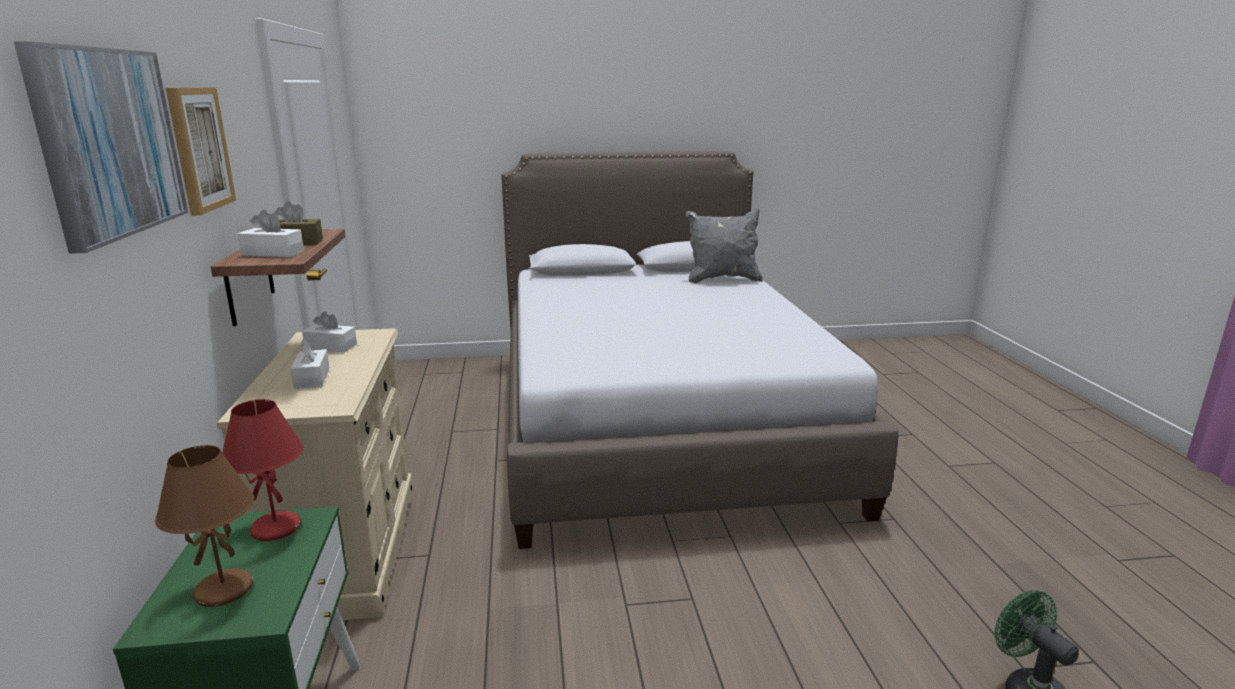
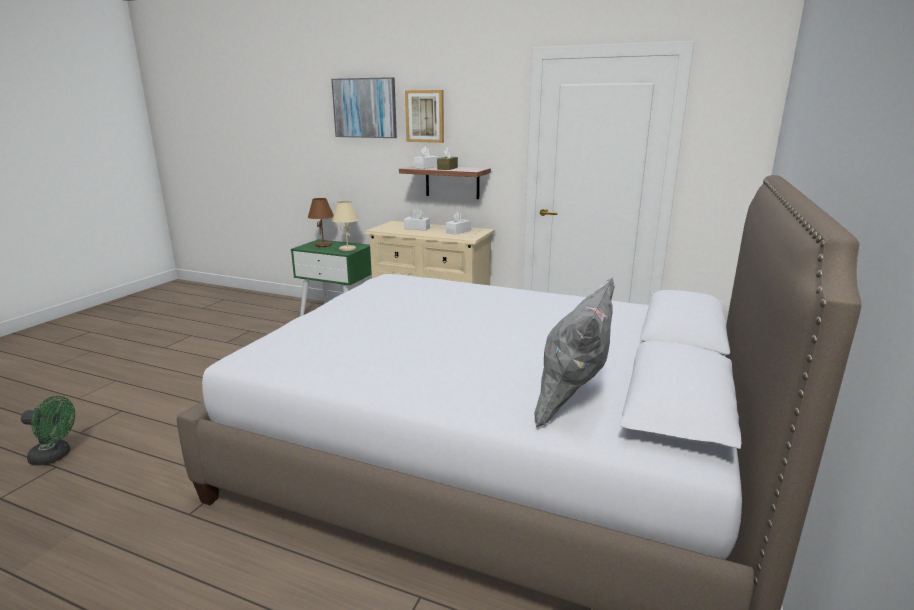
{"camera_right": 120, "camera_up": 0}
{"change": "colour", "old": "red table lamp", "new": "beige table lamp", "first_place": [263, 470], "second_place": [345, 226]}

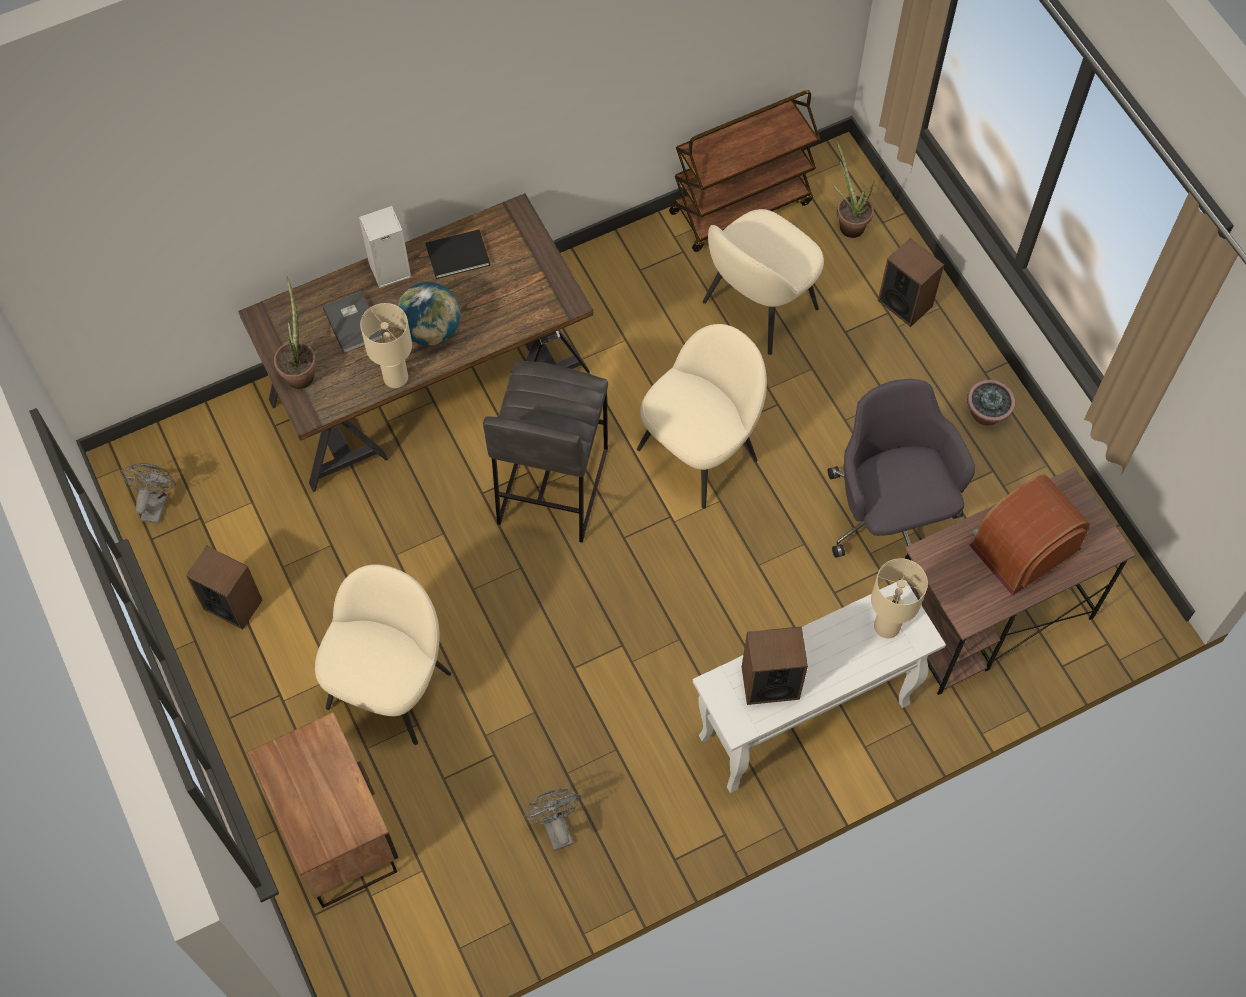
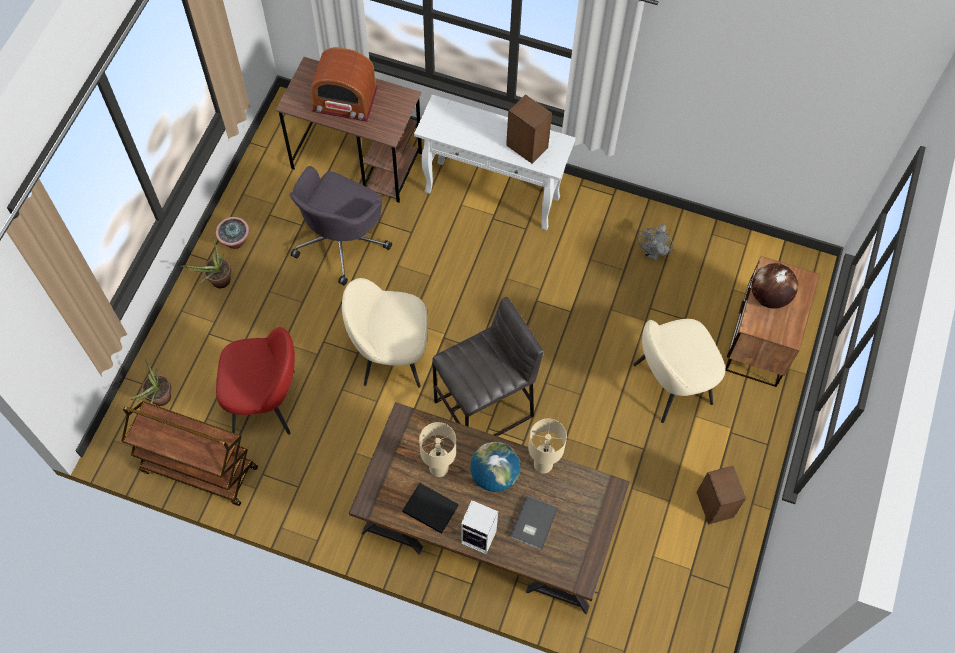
{"camera_right": -135, "camera_up": 0}
{"change": "missing", "old": "grey fan", "first_place": [148, 493]}
{"change": "missing", "old": "speaker", "first_place": [911, 282]}
{"change": "appeared", "new": "globe", "second_place": [775, 286]}
{"change": "relocated", "old": "potted plant", "first_place": [295, 332], "second_place": [206, 263]}
{"change": "relocated", "old": "beige table lamp", "first_place": [899, 598], "second_place": [437, 449]}
{"change": "colour", "old": "beige chair", "new": "red chair", "first_place": [763, 282], "second_place": [255, 381]}

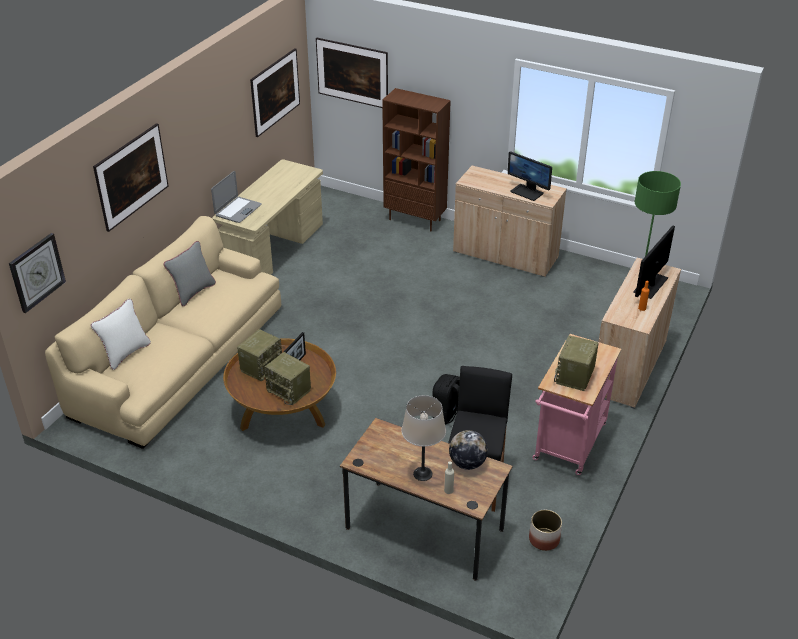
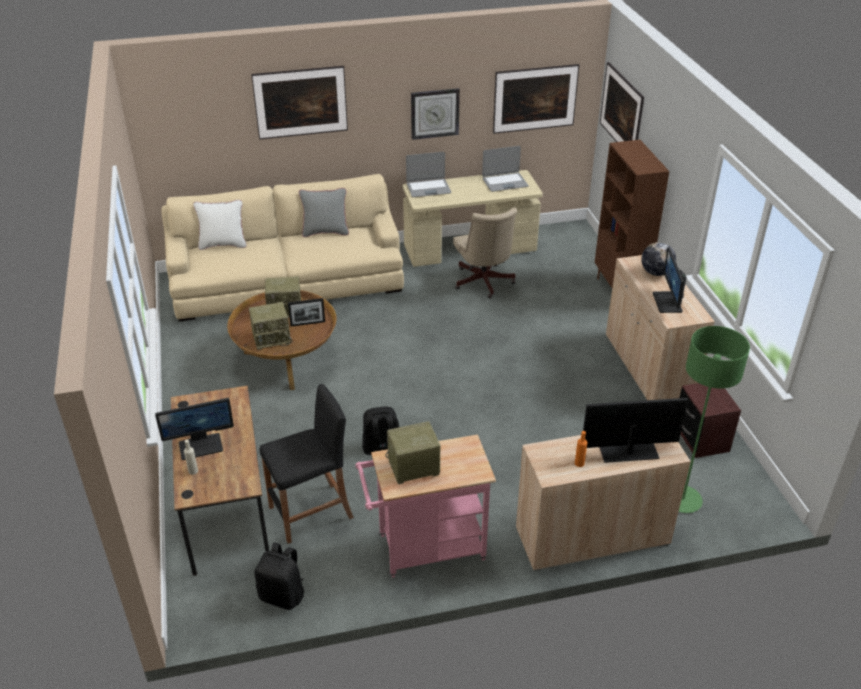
{"camera_right": 50, "camera_up": 0}
{"change": "appeared", "new": "beige office chair", "second_place": [485, 252]}
{"change": "appeared", "new": "laptop", "second_place": [505, 169]}
{"change": "appeared", "new": "brown nightstand", "second_place": [710, 420]}
{"change": "relocated", "old": "wall clock", "first_place": [37, 273], "second_place": [435, 114]}
{"change": "relocated", "old": "globe", "first_place": [468, 450], "second_place": [658, 259]}
{"change": "exchanged", "old": "beige table lamp", "new": "monitor", "first_place": [423, 438], "second_place": [194, 429]}
{"change": "exchanged", "old": "planter", "new": "black backpack", "first_place": [545, 530], "second_place": [279, 576]}
{"change": "spun", "old": "radio", "first_place": [287, 378], "second_place": [271, 326], "degrees": -105}

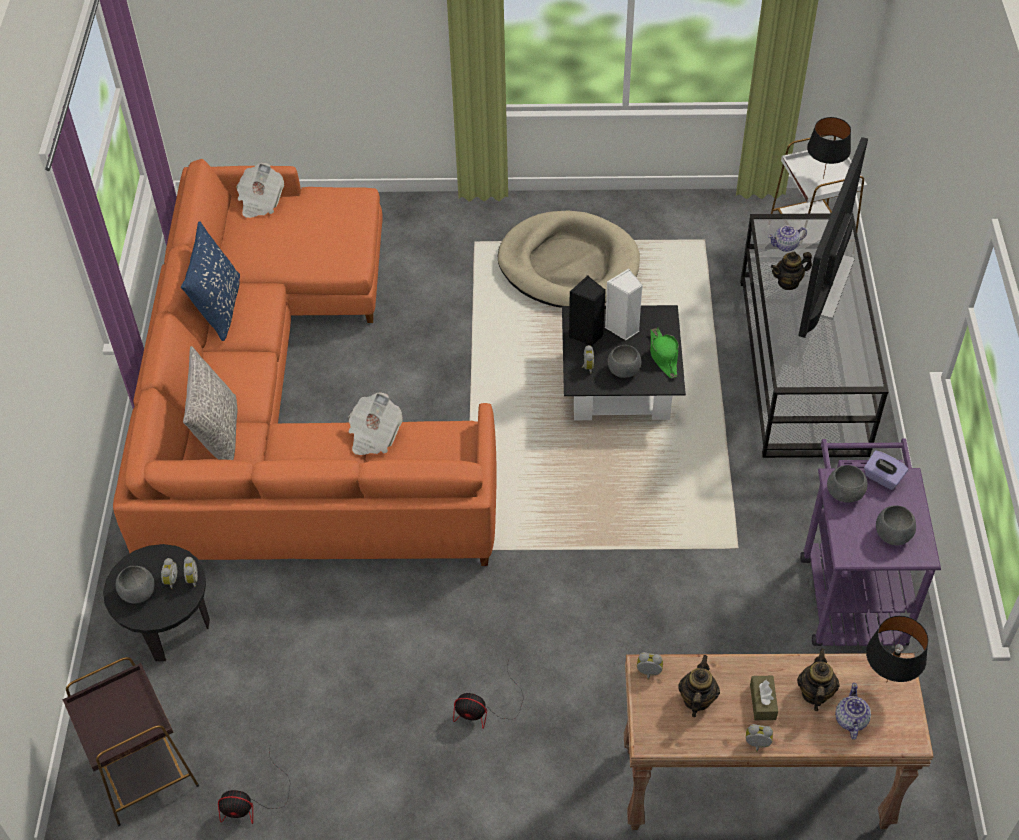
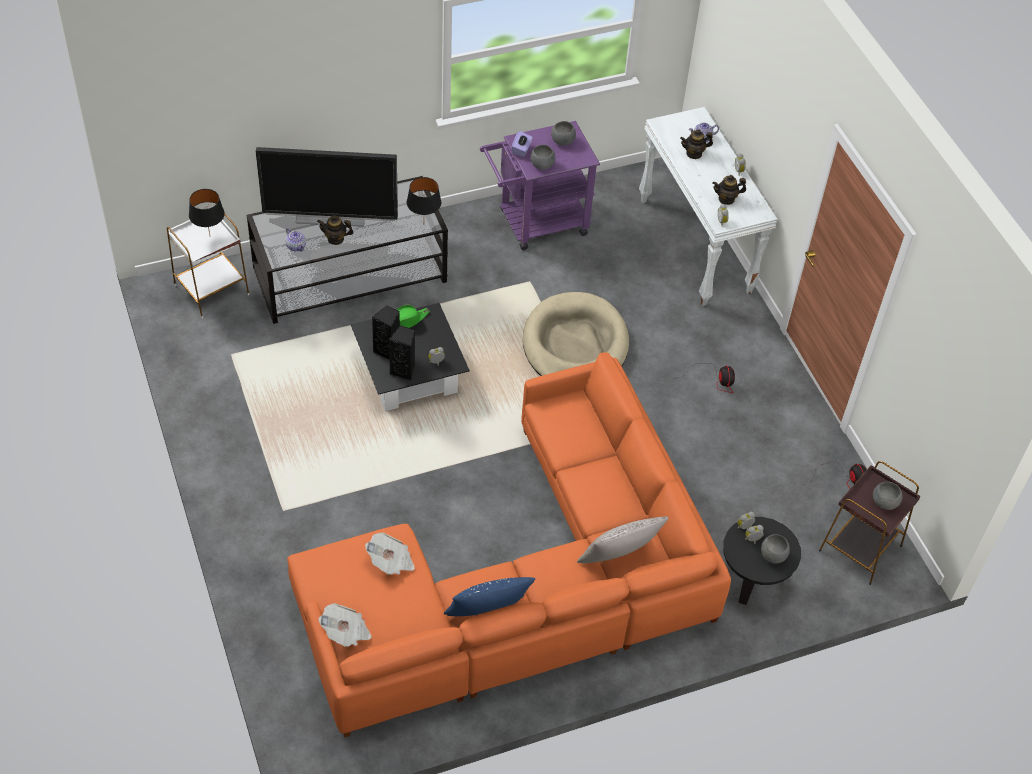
{"camera_right": -115, "camera_up": 0}
{"change": "missing", "old": "brown tissue box", "first_place": [764, 698]}
{"change": "relocated", "old": "newspaper", "first_place": [375, 423], "second_place": [390, 554]}
{"change": "relocated", "old": "beige dog bed", "first_place": [569, 259], "second_place": [576, 334]}
{"change": "relocated", "old": "grey bowl", "first_place": [624, 361], "second_place": [888, 495]}
{"change": "relocated", "old": "black table lamp", "first_place": [897, 649], "second_place": [424, 196]}
{"change": "colour", "old": "white speaker", "new": "black speaker", "first_place": [624, 304], "second_place": [386, 332]}
{"change": "colour", "old": "brown console table", "new": "white console table", "first_place": [779, 741], "second_place": [708, 206]}
{"change": "spun", "old": "teapot", "first_place": [791, 271], "second_place": [335, 230], "degrees": 135}

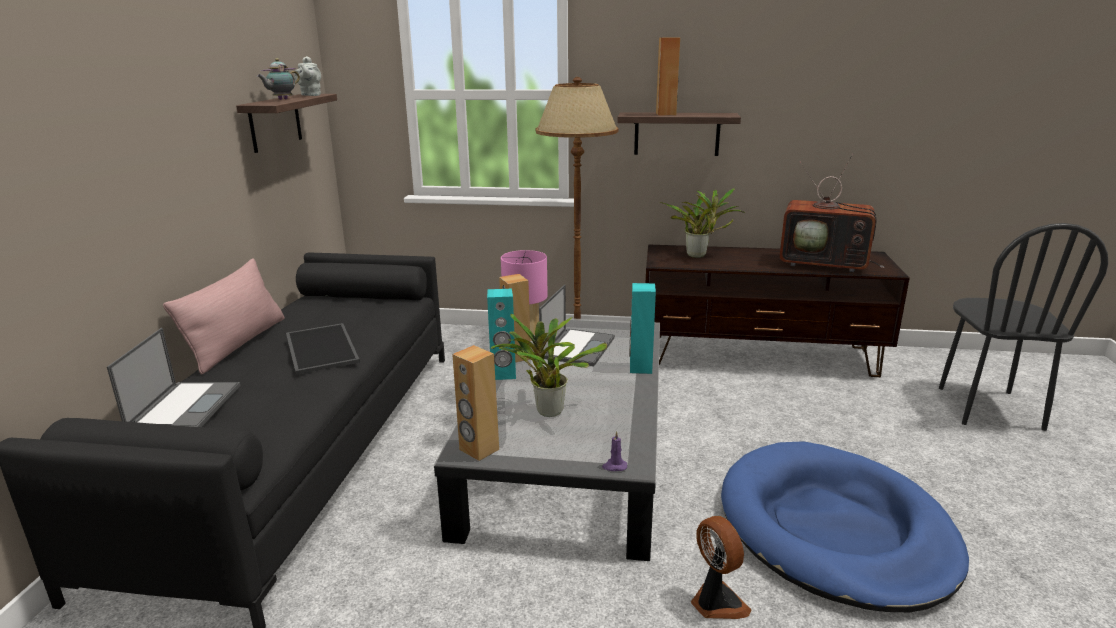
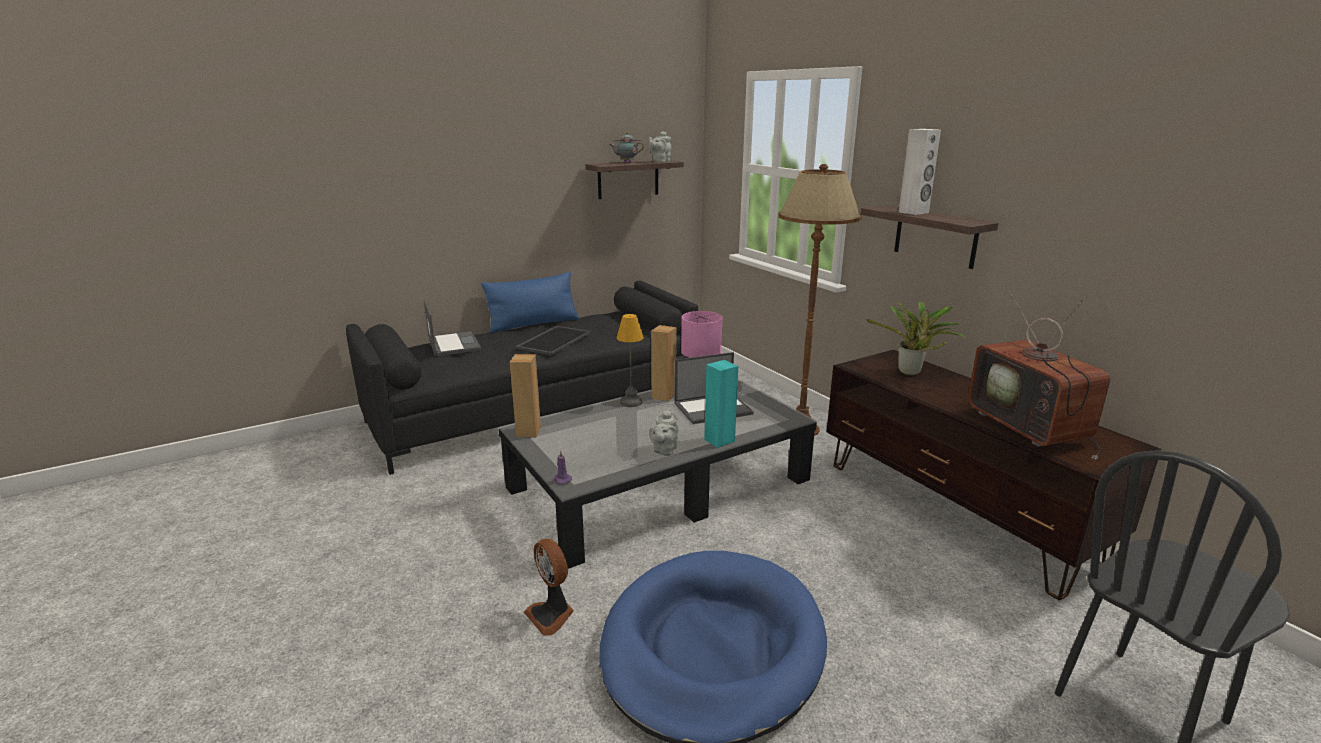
{"camera_right": 50, "camera_up": 0}
{"change": "missing", "old": "potted plant", "first_place": [548, 365]}
{"change": "appeared", "new": "grey teapot", "second_place": [663, 432]}
{"change": "exchanged", "old": "turquoise speaker", "new": "table lamp", "first_place": [501, 334], "second_place": [630, 360]}
{"change": "colour", "old": "pink pillow", "new": "blue pillow", "first_place": [224, 316], "second_place": [530, 302]}
{"change": "colour", "old": "brown speaker", "new": "white speaker", "first_place": [668, 76], "second_place": [920, 172]}
{"change": "spun", "old": "laptop", "first_place": [173, 377], "second_place": [452, 328], "degrees": -75}
{"change": "spun", "old": "fan", "first_place": [721, 567], "second_place": [549, 587], "degrees": 120}

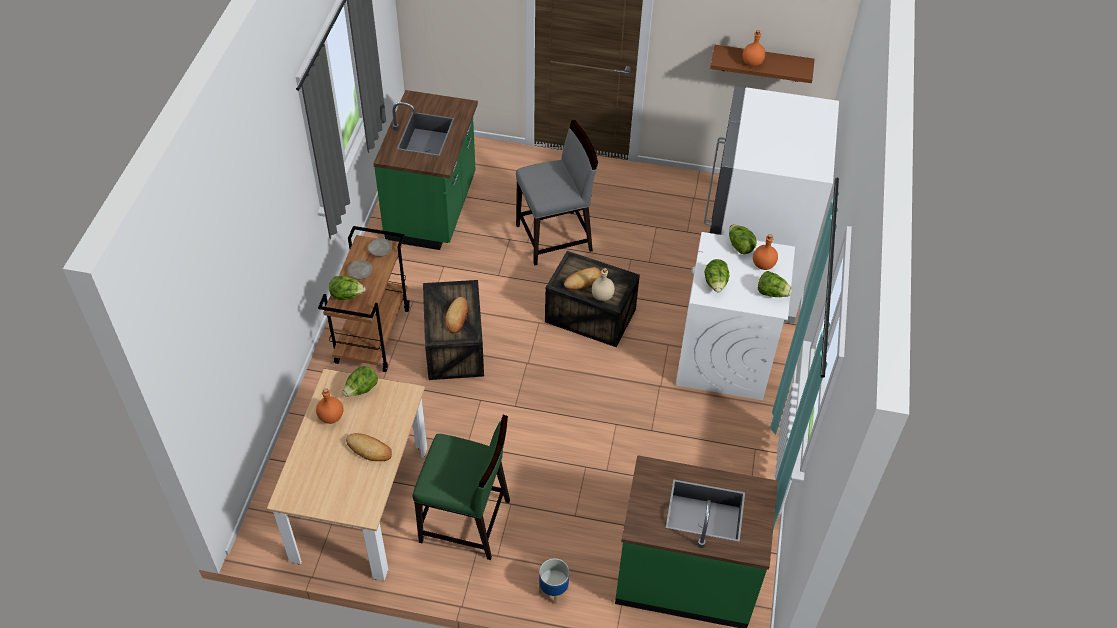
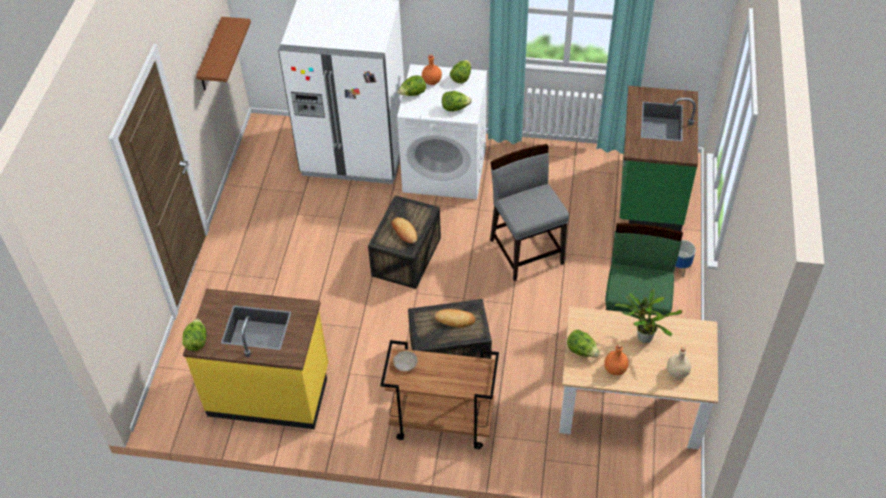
{"camera_right": -90, "camera_up": 0}
{"change": "missing", "old": "beige plate", "first_place": [359, 270]}
{"change": "missing", "old": "orange bottle", "first_place": [754, 48]}
{"change": "relocated", "old": "lettuce", "first_place": [347, 288], "second_place": [194, 335]}
{"change": "relocated", "old": "grey chair", "first_place": [557, 193], "second_place": [529, 212]}
{"change": "relocated", "old": "beige bottle", "first_place": [603, 284], "second_place": [679, 363]}
{"change": "exchanged", "old": "bread", "new": "potted plant", "first_place": [369, 447], "second_place": [648, 316]}
{"change": "colour", "old": "green counter", "new": "yellow counter", "first_place": [425, 170], "second_place": [255, 359]}

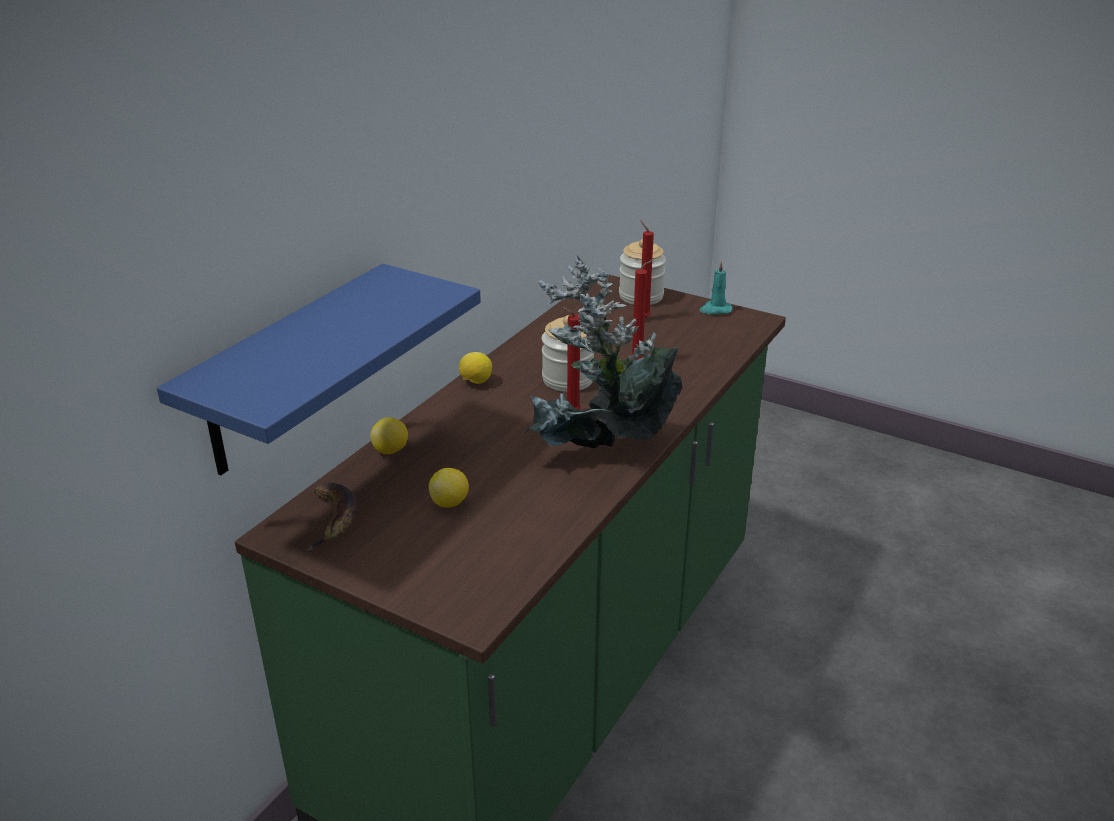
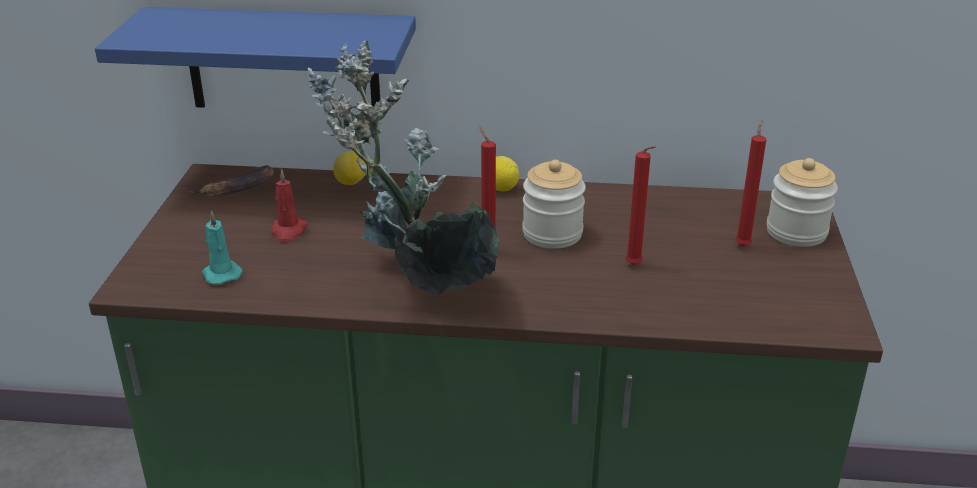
{"camera_right": 65, "camera_up": 0}
{"change": "relocated", "old": "turquoise candle", "first_place": [715, 287], "second_place": [222, 247]}
{"change": "exchanged", "old": "lemon", "new": "red candle", "first_place": [449, 488], "second_place": [289, 205]}

